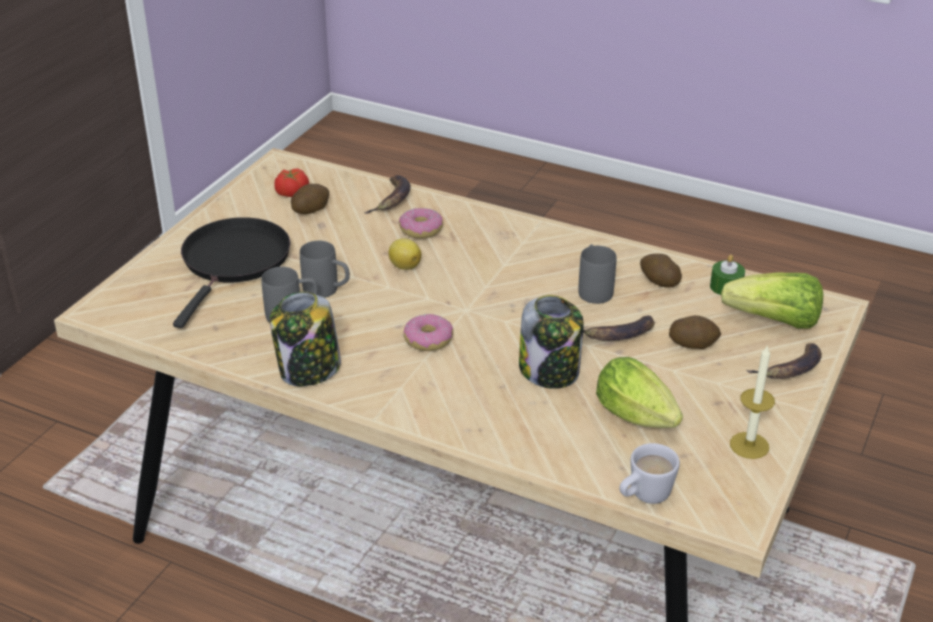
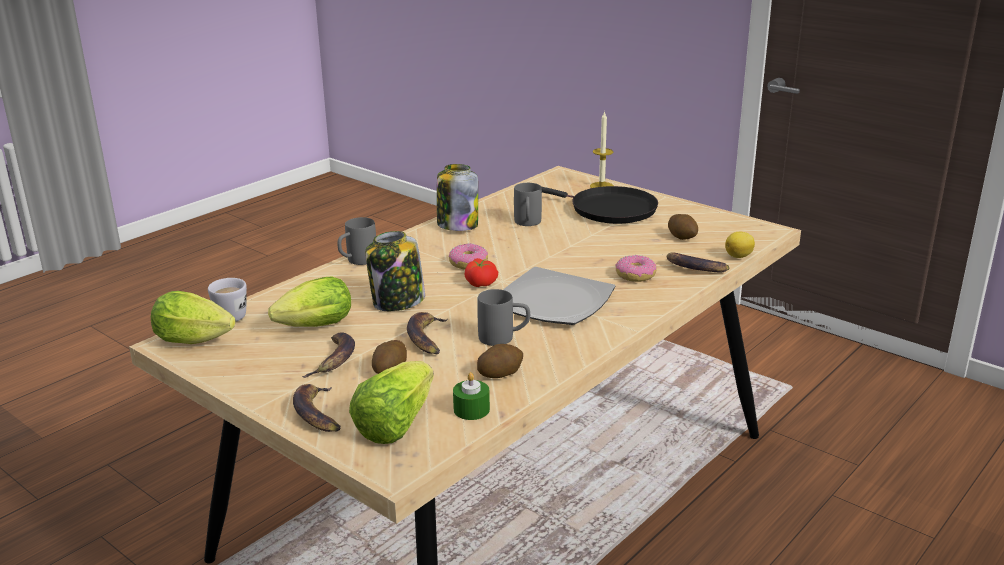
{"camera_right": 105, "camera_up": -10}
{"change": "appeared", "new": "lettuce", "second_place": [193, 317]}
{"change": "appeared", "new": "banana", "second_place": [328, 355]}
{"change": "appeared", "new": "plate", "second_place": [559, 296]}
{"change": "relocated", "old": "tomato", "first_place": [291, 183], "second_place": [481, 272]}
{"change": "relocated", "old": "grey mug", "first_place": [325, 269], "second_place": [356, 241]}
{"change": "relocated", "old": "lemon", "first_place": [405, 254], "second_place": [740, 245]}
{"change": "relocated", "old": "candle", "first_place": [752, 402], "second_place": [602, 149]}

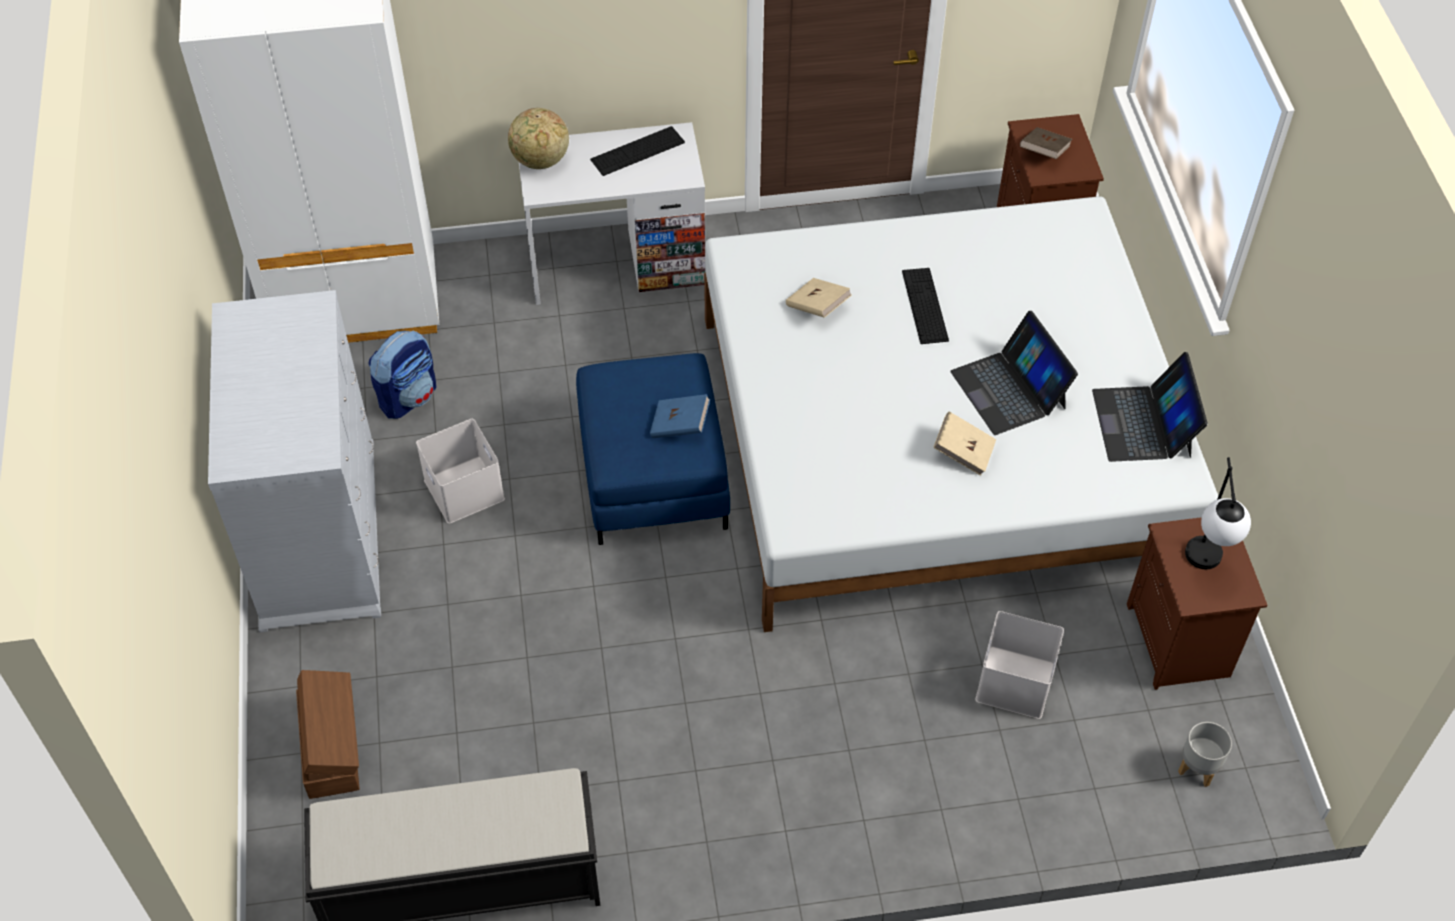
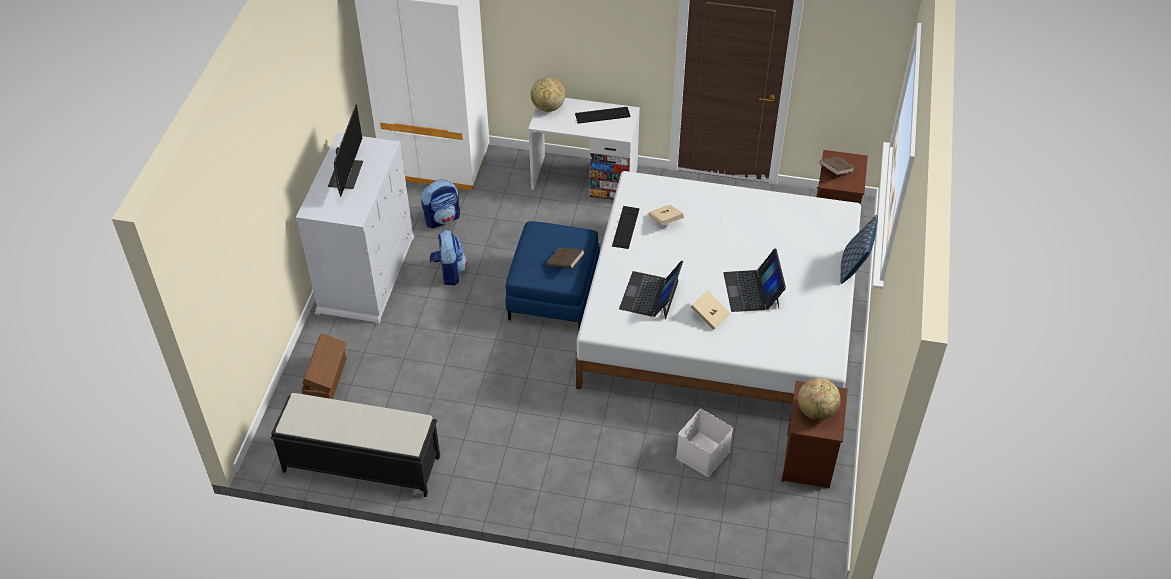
{"camera_right": 20, "camera_up": -5}
{"change": "missing", "old": "grey planter", "first_place": [1205, 754]}
{"change": "appeared", "new": "monitor", "second_place": [345, 150]}
{"change": "appeared", "new": "pillow", "second_place": [859, 249]}
{"change": "relocated", "old": "keyboard", "first_place": [925, 306], "second_place": [625, 227]}
{"change": "relocated", "old": "laptop", "first_place": [1150, 407], "second_place": [651, 289]}
{"change": "exchanged", "old": "white storage box", "new": "backpack", "first_place": [460, 471], "second_place": [448, 257]}
{"change": "exchanged", "old": "table lamp", "new": "globe", "first_place": [1218, 513], "second_place": [819, 399]}
{"change": "colour", "old": "blue book", "new": "brown book", "first_place": [680, 416], "second_place": [566, 257]}

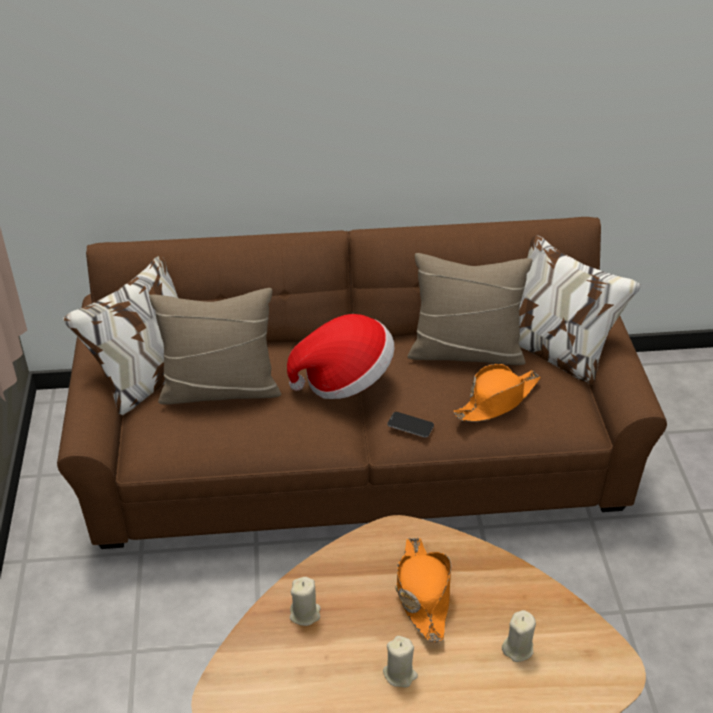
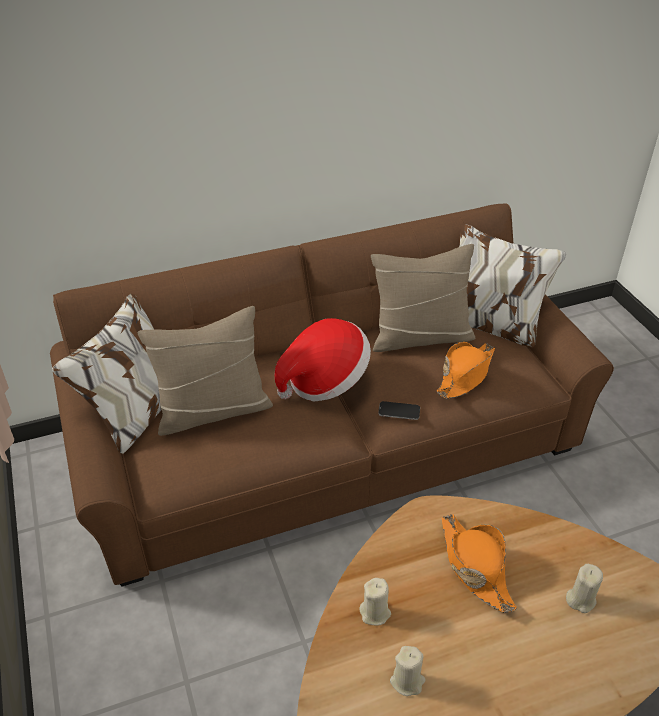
{"camera_right": -15, "camera_up": 0}
{"change": "relocated", "old": "beige candle", "first_place": [400, 661], "second_place": [407, 671]}

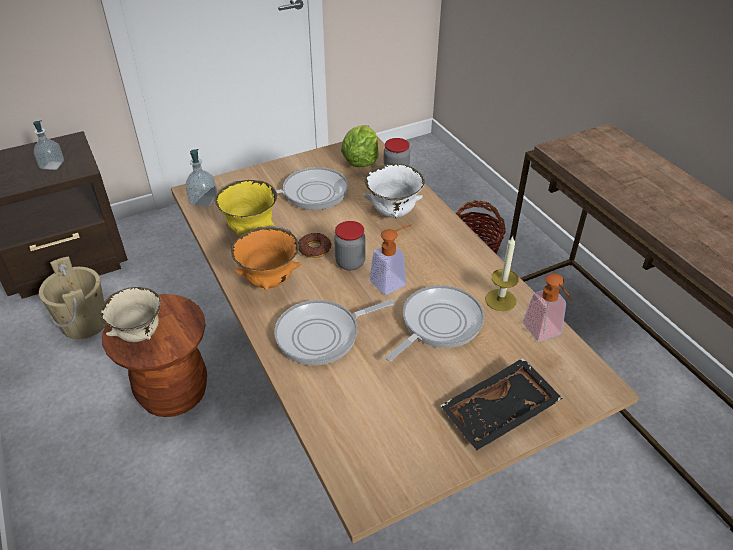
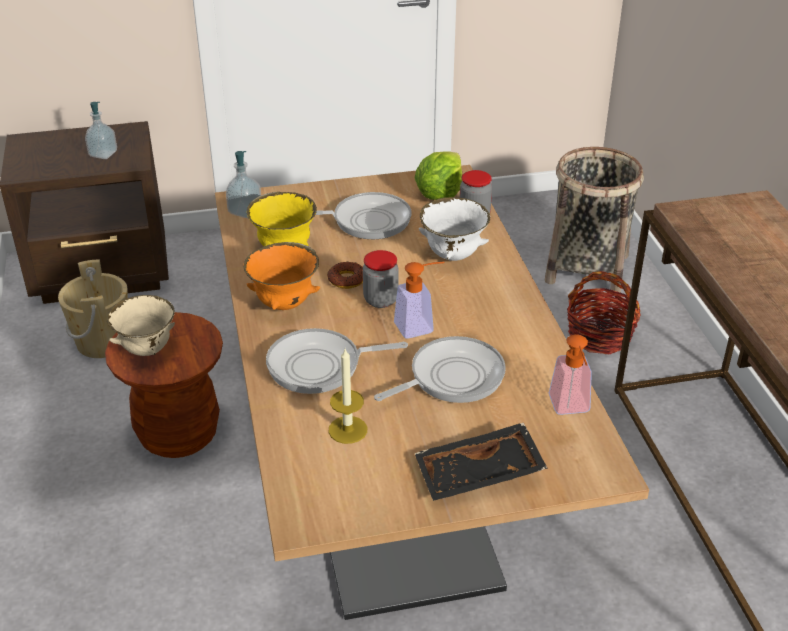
{"camera_right": 15, "camera_up": -5}
{"change": "appeared", "new": "basket", "second_place": [594, 220]}
{"change": "relocated", "old": "candle", "first_place": [502, 273], "second_place": [348, 396]}

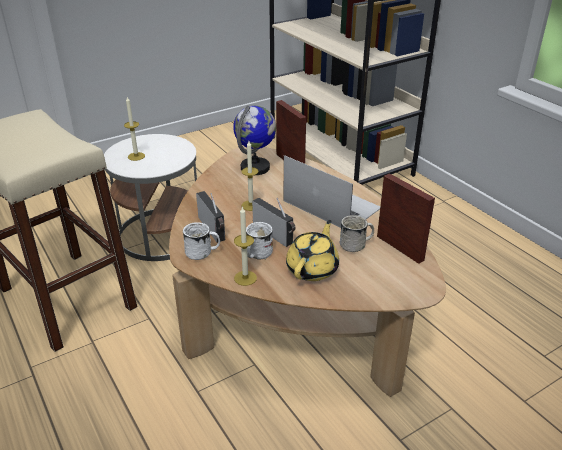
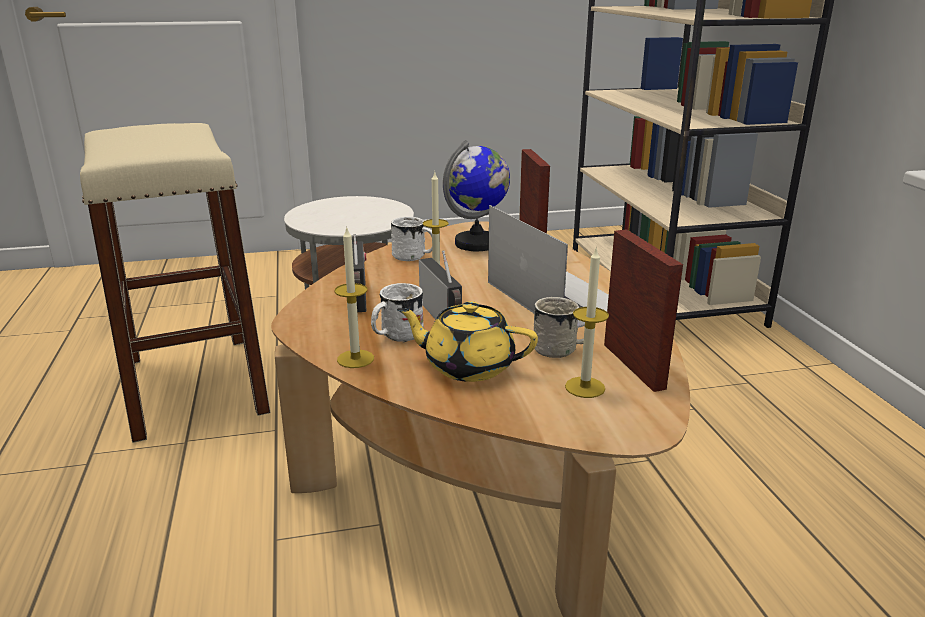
{"camera_right": 20, "camera_up": -10}
{"change": "relocated", "old": "candle", "first_place": [134, 129], "second_place": [587, 322]}
{"change": "relocated", "old": "white mug", "first_place": [201, 241], "second_place": [411, 239]}
{"change": "spun", "old": "yellow teapot", "first_place": [312, 250], "second_place": [467, 341], "degrees": -120}

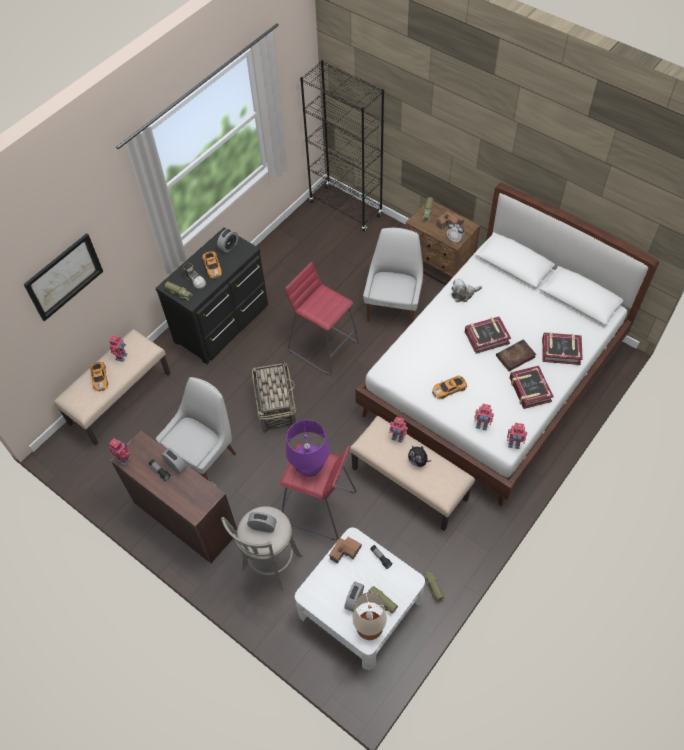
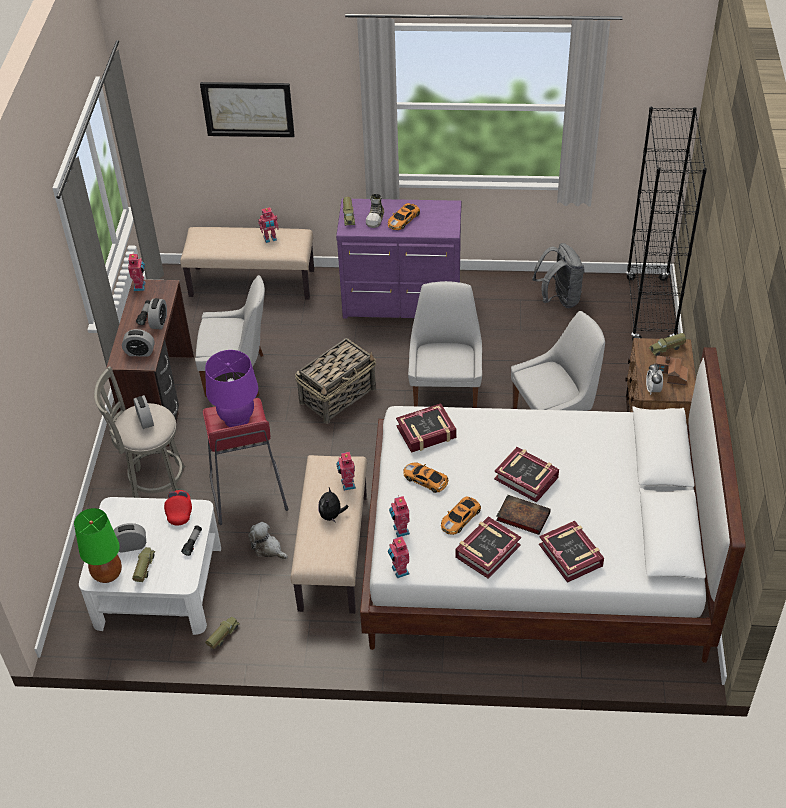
{"camera_right": 55, "camera_up": -10}
{"change": "appeared", "new": "book", "second_place": [426, 428]}
{"change": "appeared", "new": "grey backpack", "second_place": [558, 275]}
{"change": "relocated", "old": "toy car", "first_place": [99, 377], "second_place": [461, 516]}
{"change": "relocated", "old": "alarm clock", "first_place": [227, 240], "second_place": [138, 342]}
{"change": "relocated", "old": "plush toy", "first_place": [466, 290], "second_place": [268, 540]}
{"change": "exchanged", "old": "red stool", "new": "white chair", "first_place": [322, 318], "second_place": [445, 344]}
{"change": "exchanged", "old": "toy house", "new": "red cap", "first_place": [345, 550], "second_place": [178, 508]}
{"change": "colour", "old": "black dresser", "new": "purple dresser", "first_place": [212, 296], "second_place": [399, 258]}
{"change": "colour", "old": "beige table lamp", "new": "green table lamp", "first_place": [370, 616], "second_place": [98, 545]}

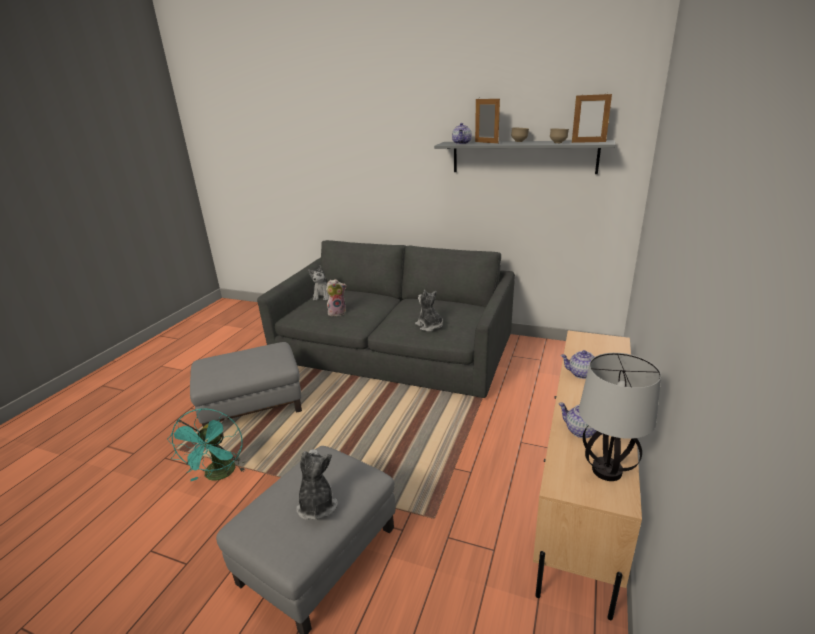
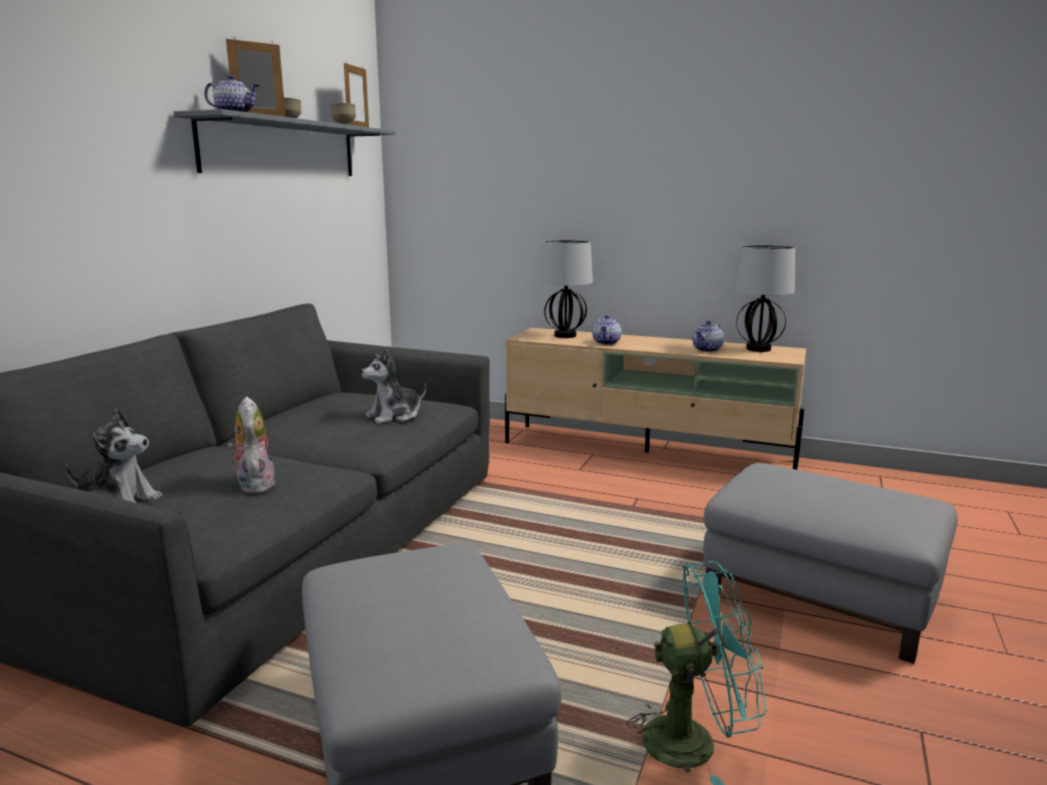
{"camera_right": -90, "camera_up": -10}
{"change": "missing", "old": "plush toy", "first_place": [317, 484]}
{"change": "appeared", "new": "table lamp", "second_place": [566, 289]}

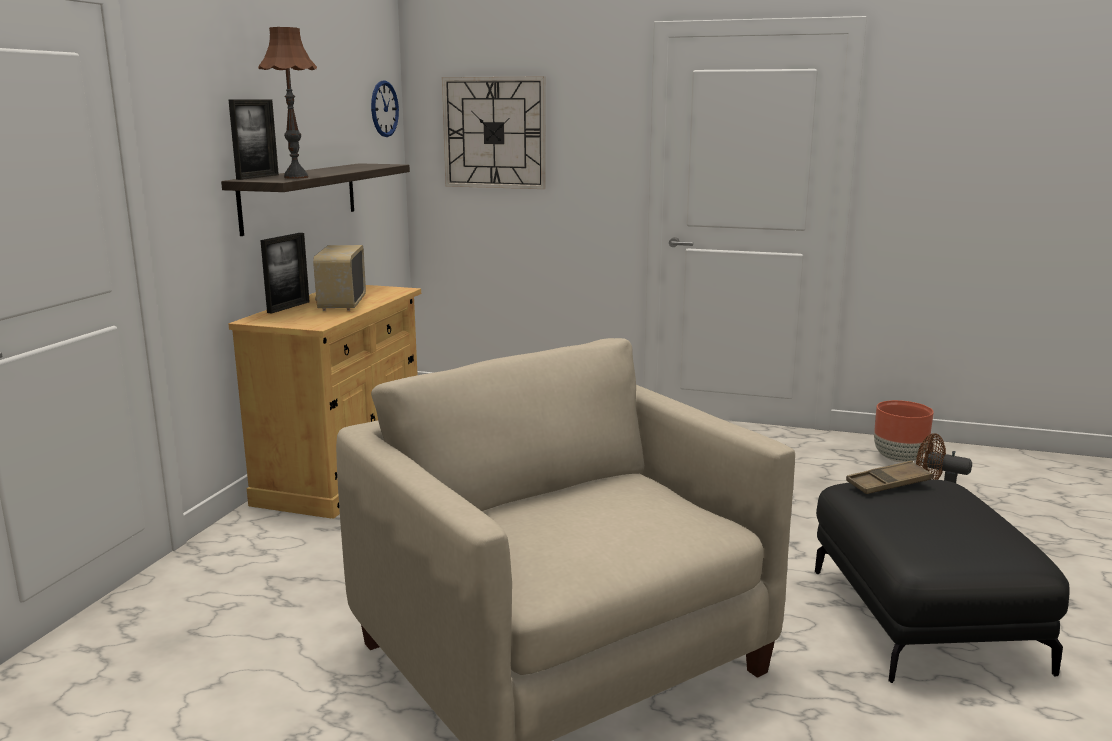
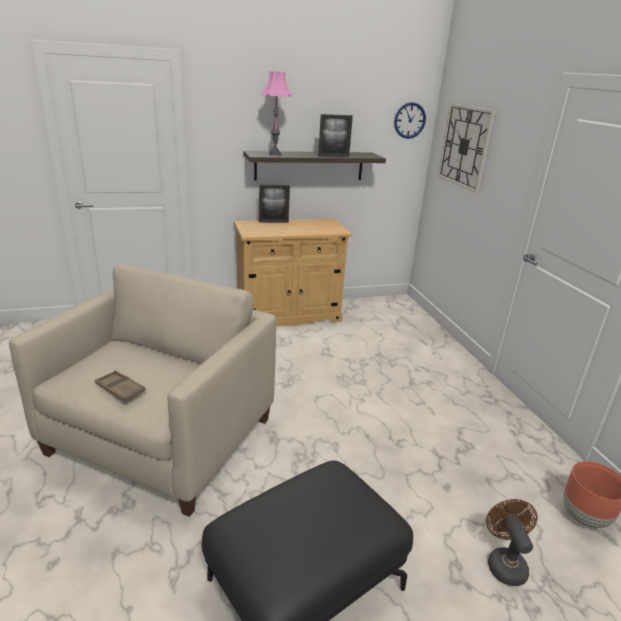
{"camera_right": 55, "camera_up": 10}
{"change": "missing", "old": "radio", "first_place": [339, 278]}
{"change": "relocated", "old": "picture frame", "first_place": [253, 139], "second_place": [335, 135]}
{"change": "relocated", "old": "brown tray", "first_place": [889, 477], "second_place": [120, 385]}
{"change": "colour", "old": "brown table lamp", "new": "pink table lamp", "first_place": [287, 103], "second_place": [276, 114]}

